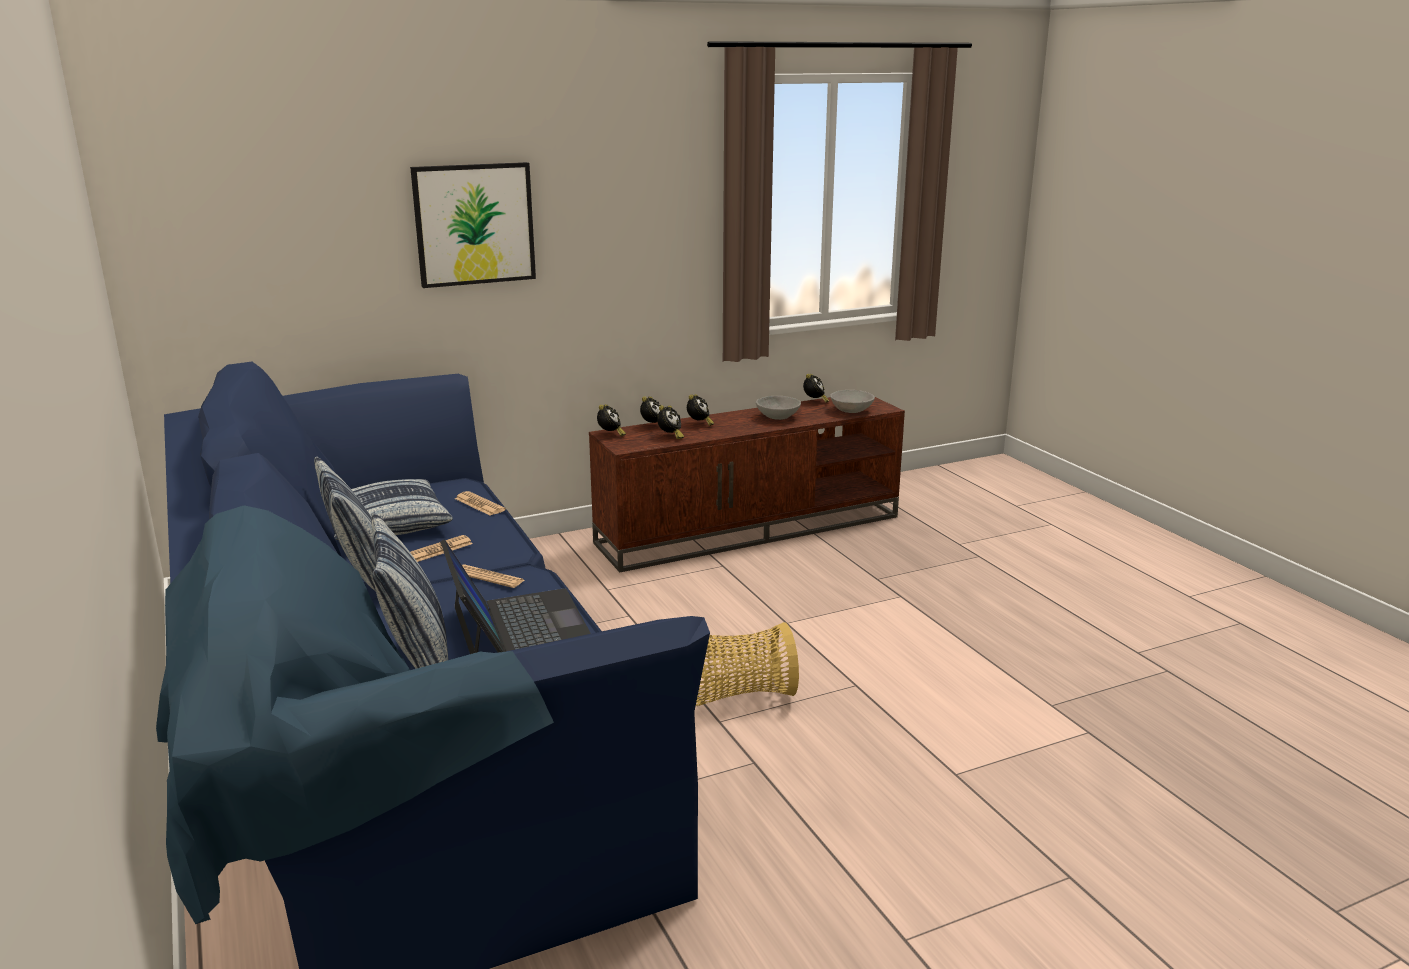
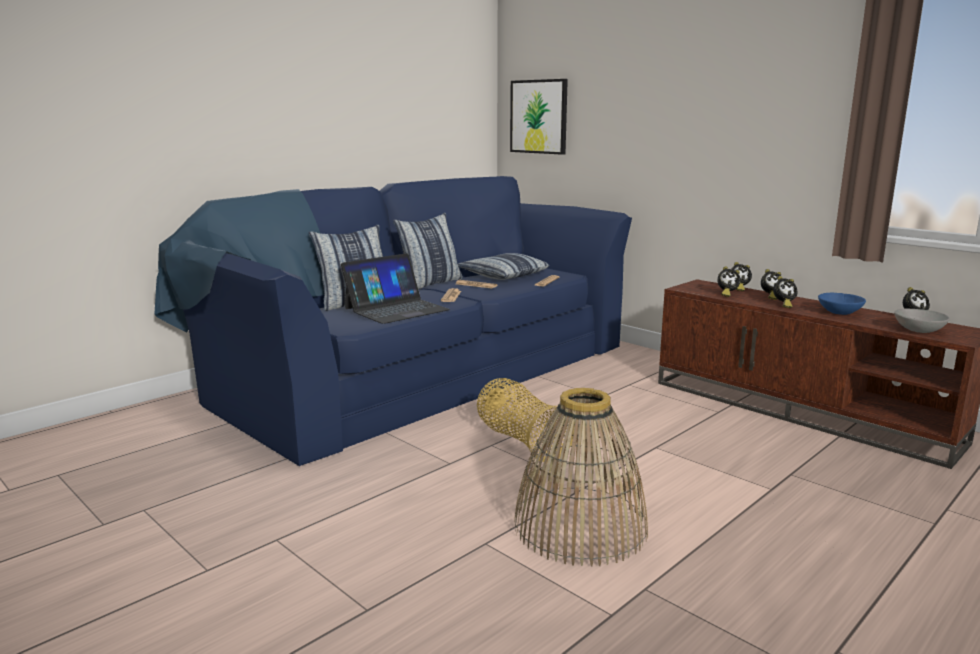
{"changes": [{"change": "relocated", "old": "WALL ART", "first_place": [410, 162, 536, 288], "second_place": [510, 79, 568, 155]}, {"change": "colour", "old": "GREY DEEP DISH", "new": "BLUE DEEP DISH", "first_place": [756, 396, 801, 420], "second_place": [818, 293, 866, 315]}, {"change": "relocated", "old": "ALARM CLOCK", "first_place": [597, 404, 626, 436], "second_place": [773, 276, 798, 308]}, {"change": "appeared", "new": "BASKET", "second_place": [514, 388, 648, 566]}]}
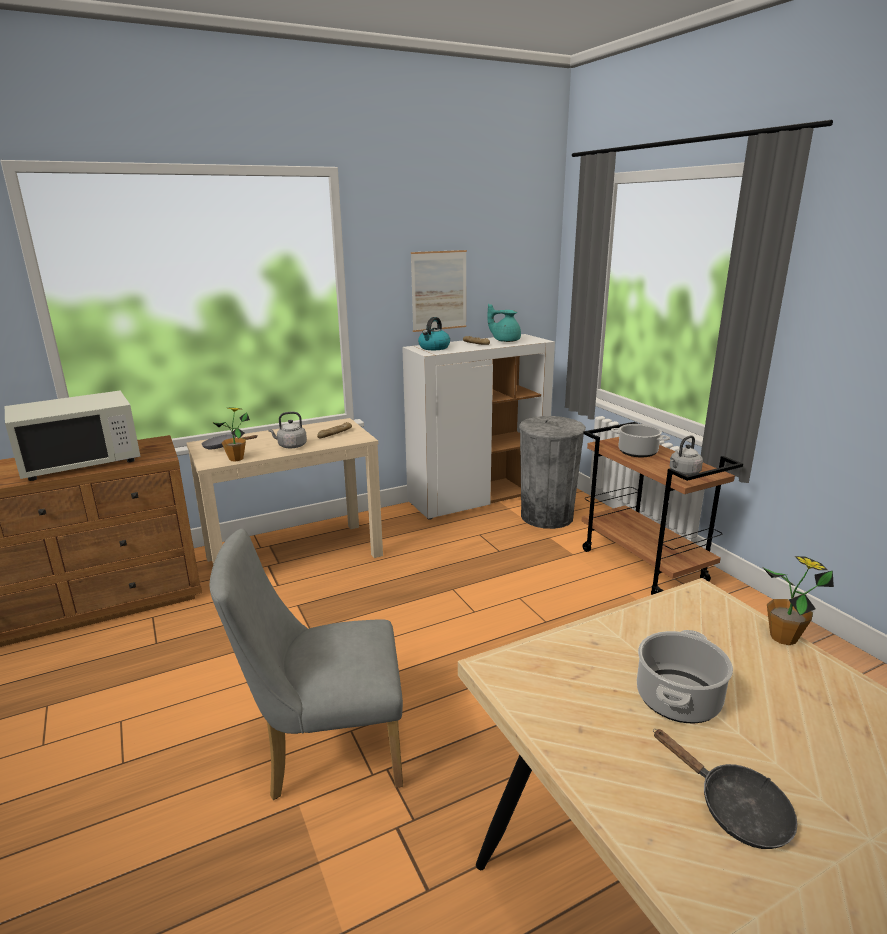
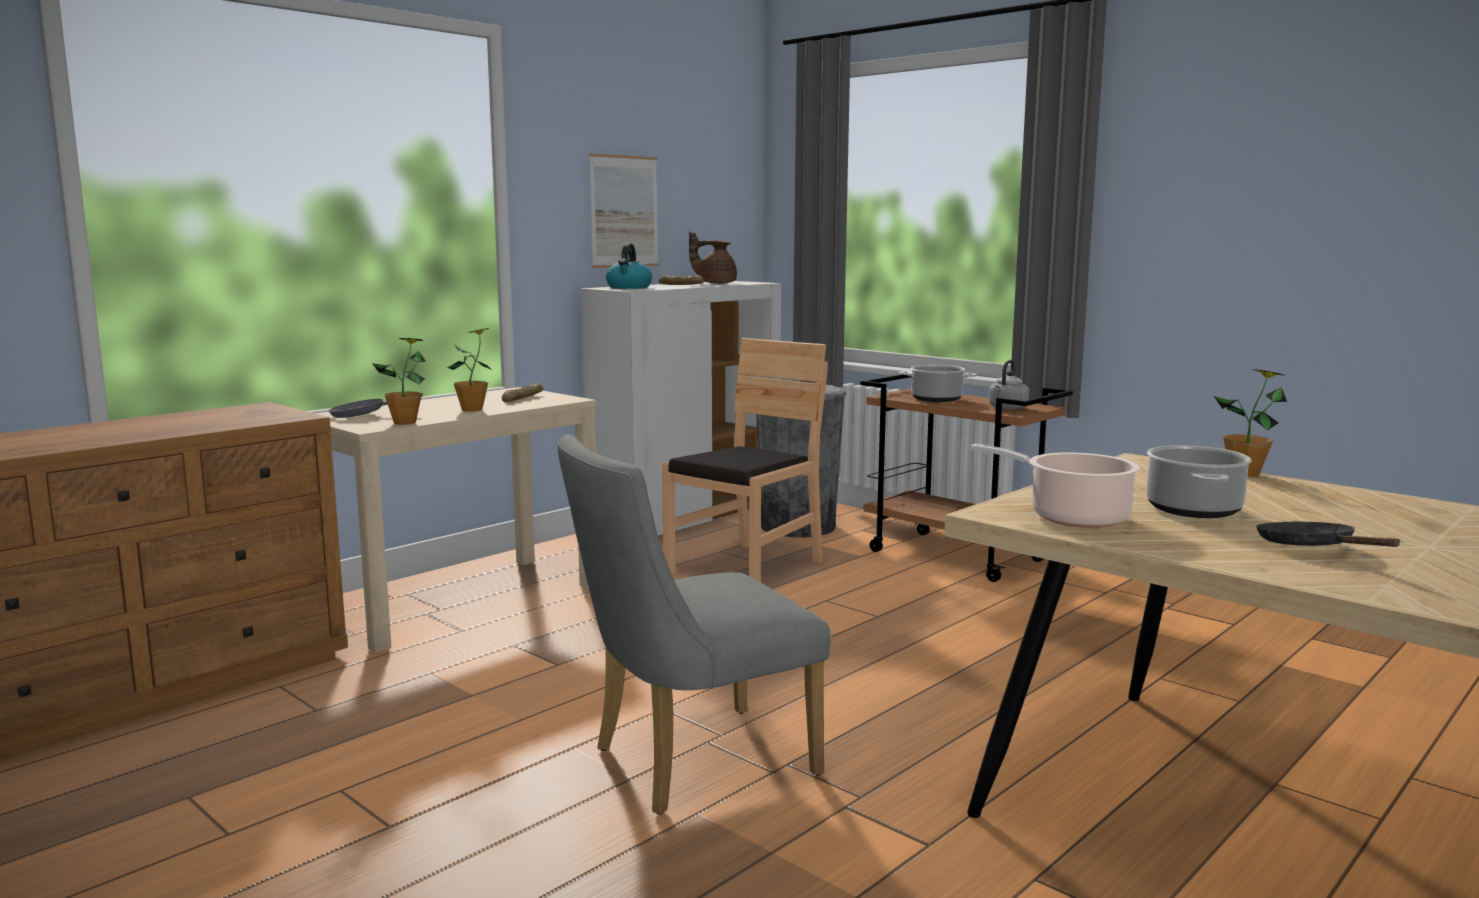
{"changes": [{"change": "colour", "old": "BLUE-GREEN POT FOR TEA", "new": "BROWN POT FOR TEA", "first_place": [487, 304, 521, 342], "second_place": [689, 231, 737, 284]}, {"change": "missing", "old": "WHITISH MICROWAVE", "first_place": [5, 391, 141, 481]}, {"change": "exchanged", "old": "GREY KETTLE", "new": "PLANT IN A POT", "first_place": [268, 412, 307, 448], "second_place": [448, 328, 492, 412]}, {"change": "spun", "old": "BLACK PAN", "first_place": [653, 729, 798, 849], "second_place": [1256, 522, 1401, 547], "degrees": -135}, {"change": "appeared", "new": "BROWN CHAIR", "second_place": [662, 338, 828, 582]}, {"change": "appeared", "new": "STOCKPOT", "second_place": [970, 444, 1140, 528]}]}
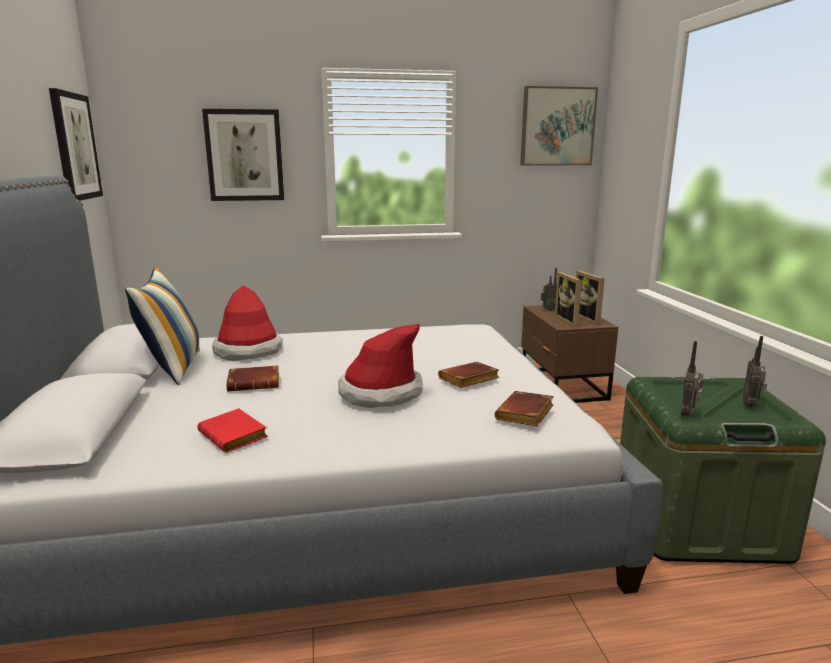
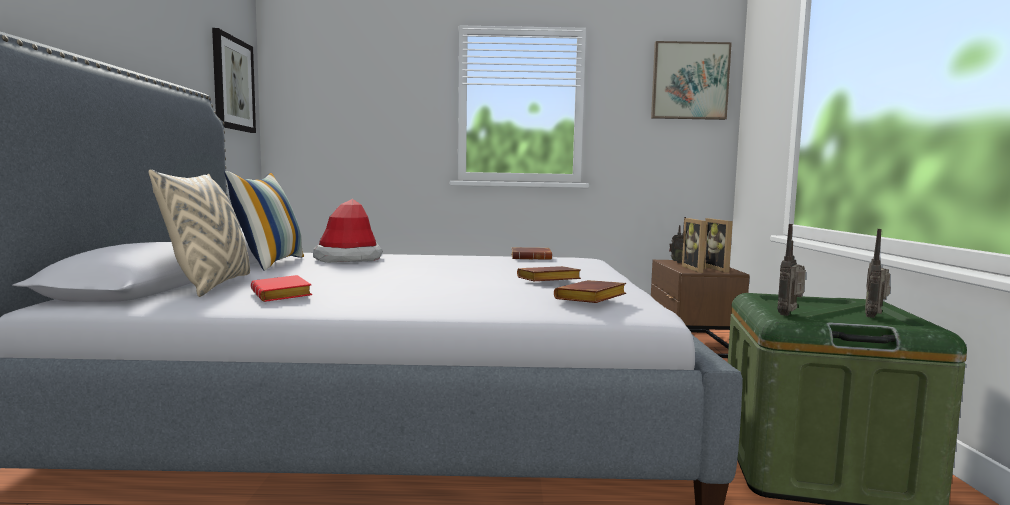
{"changes": [{"change": "missing", "old": "WALL ART", "first_place": [202, 109, 284, 201]}, {"change": "missing", "old": "CLOTHING HAT", "first_place": [338, 324, 423, 408]}, {"change": "relocated", "old": "BROWN BOOK", "first_place": [226, 365, 279, 392], "second_place": [511, 247, 552, 260]}, {"change": "appeared", "new": "SAND-COLOURED PILLOW", "second_place": [148, 169, 250, 297]}]}
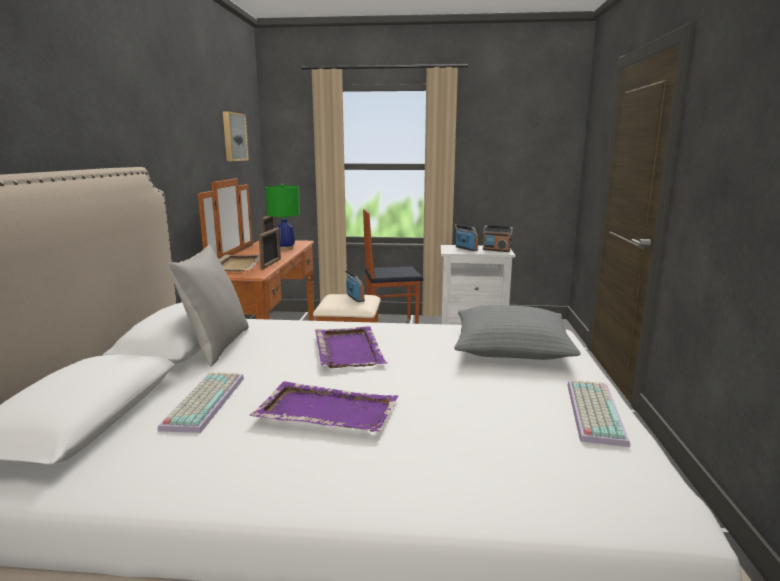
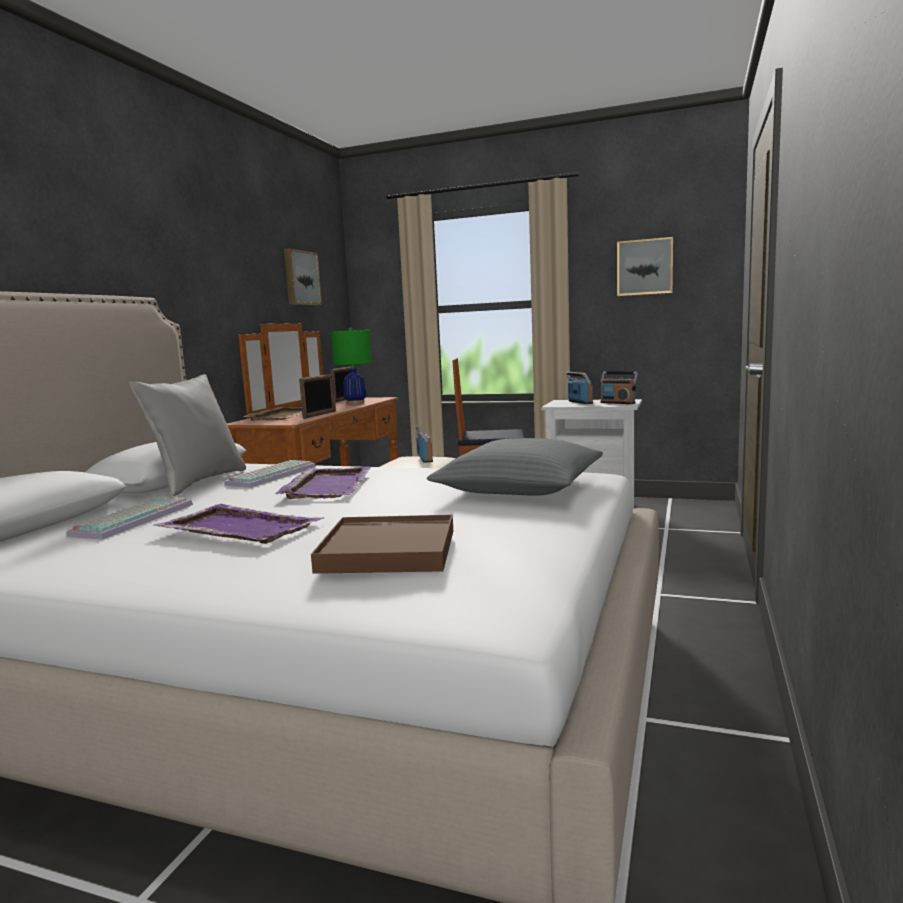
{"changes": [{"change": "relocated", "old": "KEYBOARD", "first_place": [568, 380, 630, 447], "second_place": [224, 460, 316, 488]}, {"change": "appeared", "new": "WALL ART", "second_place": [617, 237, 673, 296]}, {"change": "appeared", "new": "BROWN SERVING TRAY", "second_place": [311, 515, 453, 574]}]}
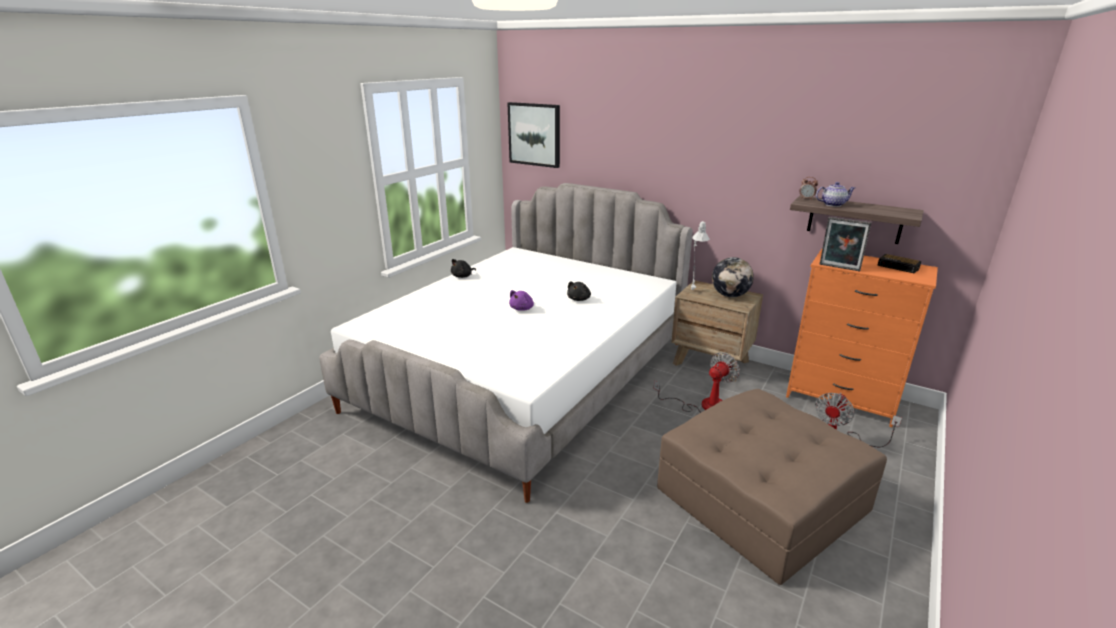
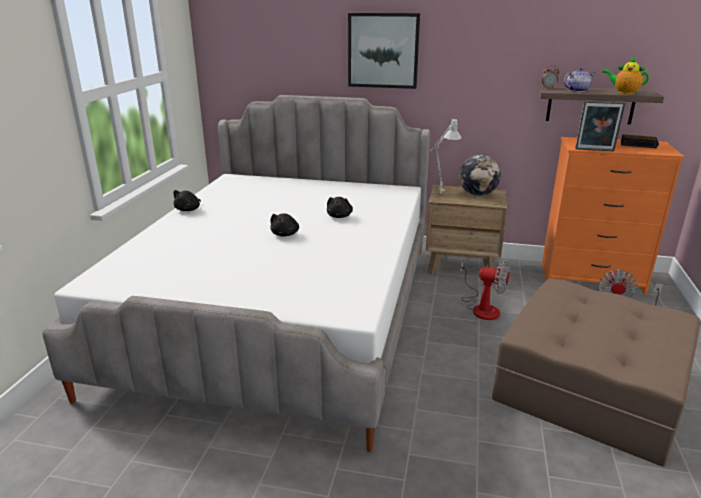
{"changes": [{"change": "relocated", "old": "WALL ART", "first_place": [507, 102, 560, 168], "second_place": [348, 13, 420, 89]}, {"change": "colour", "old": "PURPLE PLUSH TOY", "new": "BLACK PLUSH TOY", "first_place": [509, 290, 534, 311], "second_place": [270, 213, 299, 236]}, {"change": "spun", "old": "FAN", "first_place": [654, 352, 740, 413], "second_place": [461, 261, 510, 320], "degrees": 90}, {"change": "appeared", "new": "POT FOR TEA", "second_place": [602, 57, 649, 94]}]}
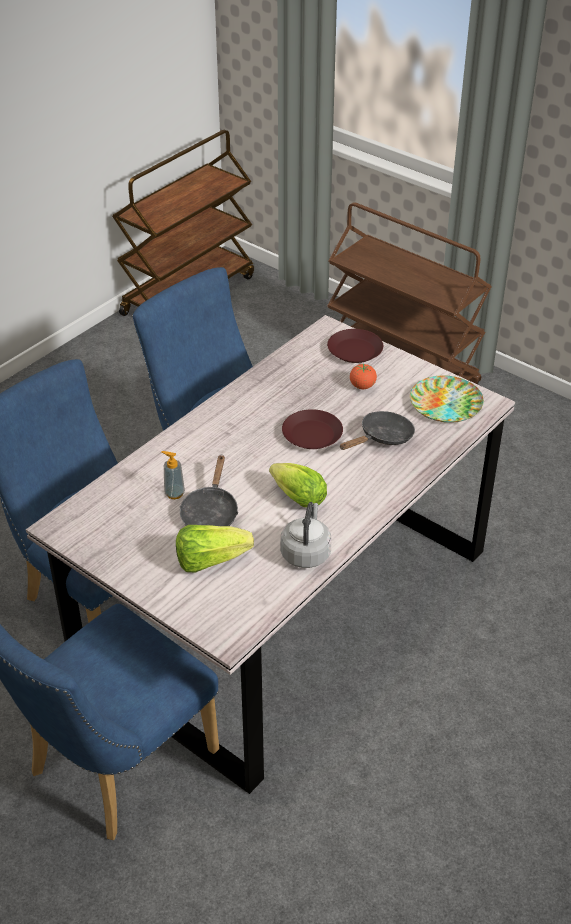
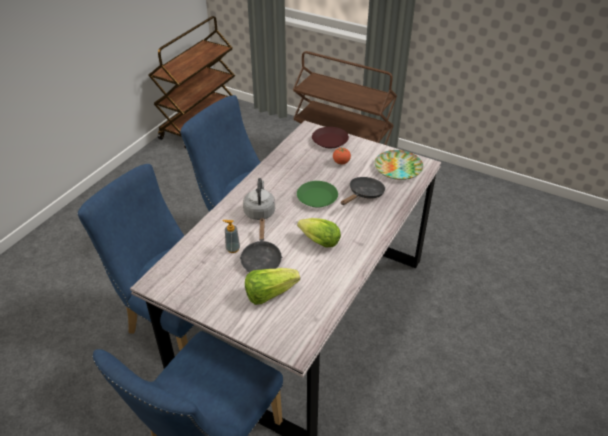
{"changes": [{"change": "colour", "old": "BROWN FLAT DISH", "new": "GREENISH FLAT DISH", "first_place": [282, 409, 343, 449], "second_place": [297, 181, 338, 208]}, {"change": "relocated", "old": "GREY KETTLE", "first_place": [281, 502, 331, 568], "second_place": [243, 178, 275, 220]}]}
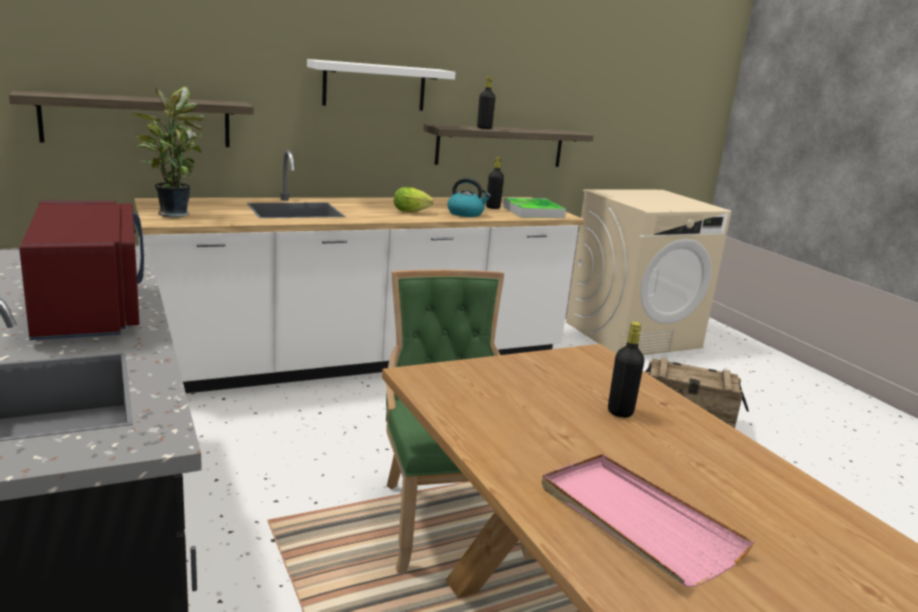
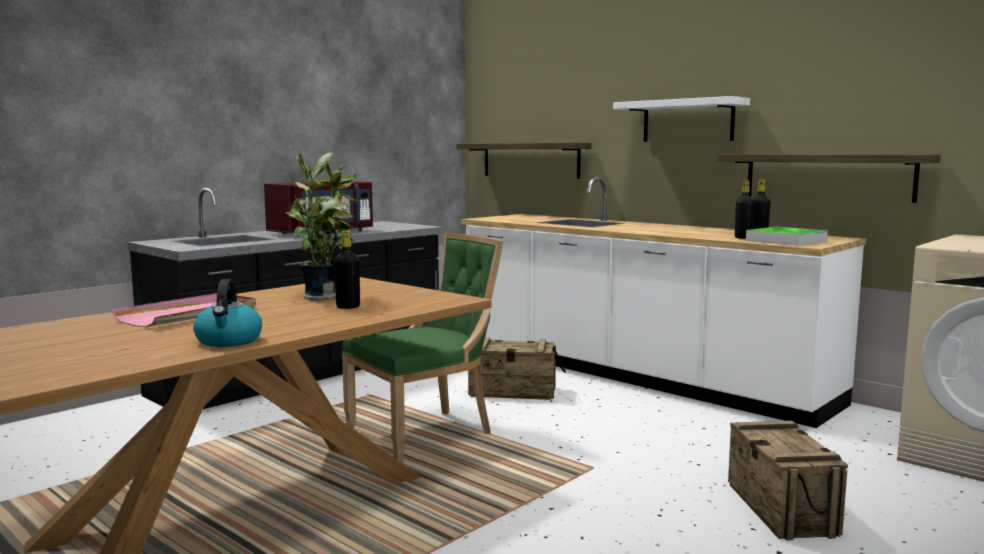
{"changes": [{"change": "relocated", "old": "BLACK DRINK BOTTLE", "first_place": [477, 76, 496, 129], "second_place": [735, 180, 755, 239]}, {"change": "relocated", "old": "PLANT IN A POT", "first_place": [132, 87, 205, 218], "second_place": [285, 152, 360, 299]}, {"change": "relocated", "old": "KETTLE", "first_place": [447, 178, 491, 217], "second_place": [193, 279, 262, 347]}, {"change": "missing", "old": "HEAD OF LETTUCE", "first_place": [394, 187, 434, 212]}, {"change": "appeared", "new": "SHIPPING CRATE", "second_place": [468, 338, 566, 400]}]}
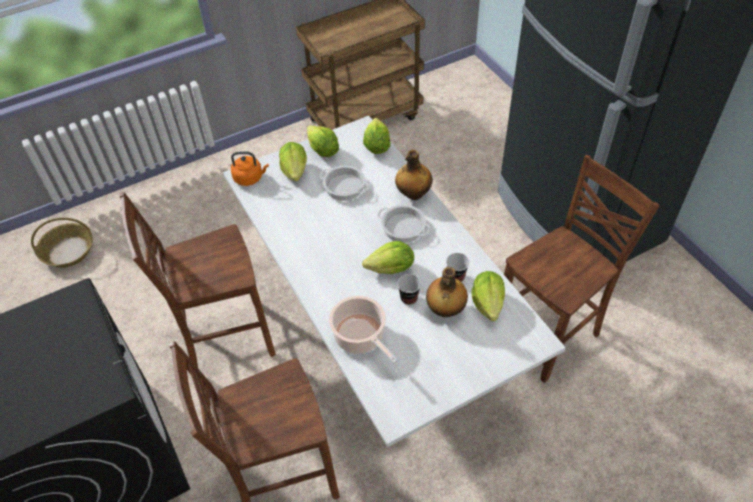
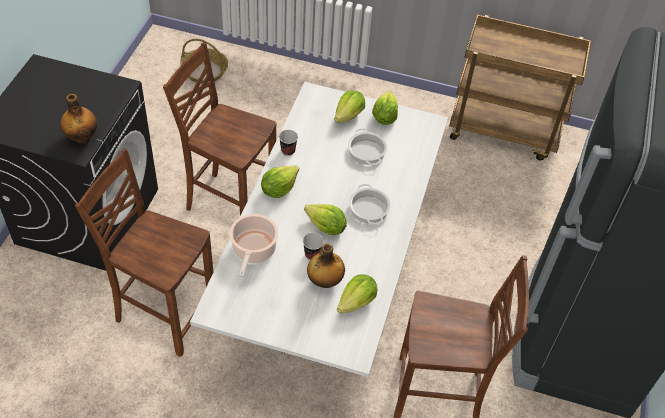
{"changes": [{"change": "relocated", "old": "HEAD OF LETTUCE", "first_place": [363, 118, 391, 154], "second_place": [261, 165, 299, 198]}, {"change": "relocated", "old": "DRINK BOTTLE", "first_place": [395, 150, 433, 200], "second_place": [60, 94, 97, 144]}, {"change": "missing", "old": "ORANGEY KETTLE", "first_place": [231, 151, 269, 186]}, {"change": "relocated", "old": "DRINKING CUP", "first_place": [446, 253, 469, 282], "second_place": [279, 130, 298, 156]}]}
